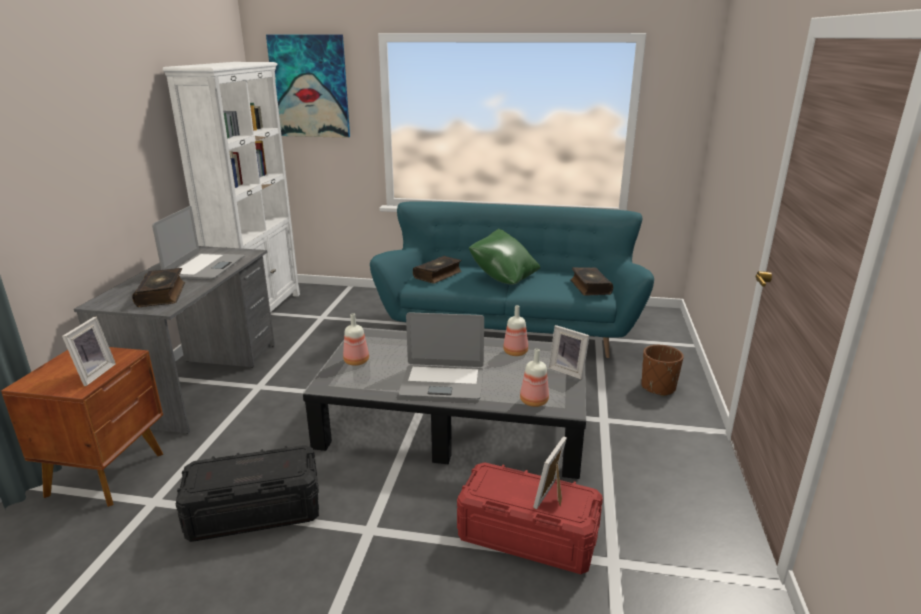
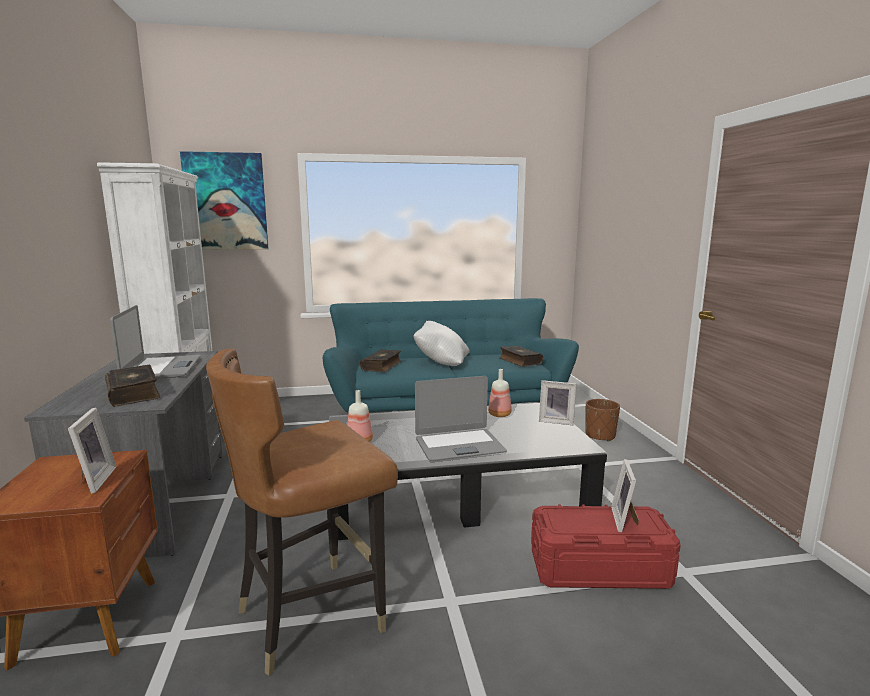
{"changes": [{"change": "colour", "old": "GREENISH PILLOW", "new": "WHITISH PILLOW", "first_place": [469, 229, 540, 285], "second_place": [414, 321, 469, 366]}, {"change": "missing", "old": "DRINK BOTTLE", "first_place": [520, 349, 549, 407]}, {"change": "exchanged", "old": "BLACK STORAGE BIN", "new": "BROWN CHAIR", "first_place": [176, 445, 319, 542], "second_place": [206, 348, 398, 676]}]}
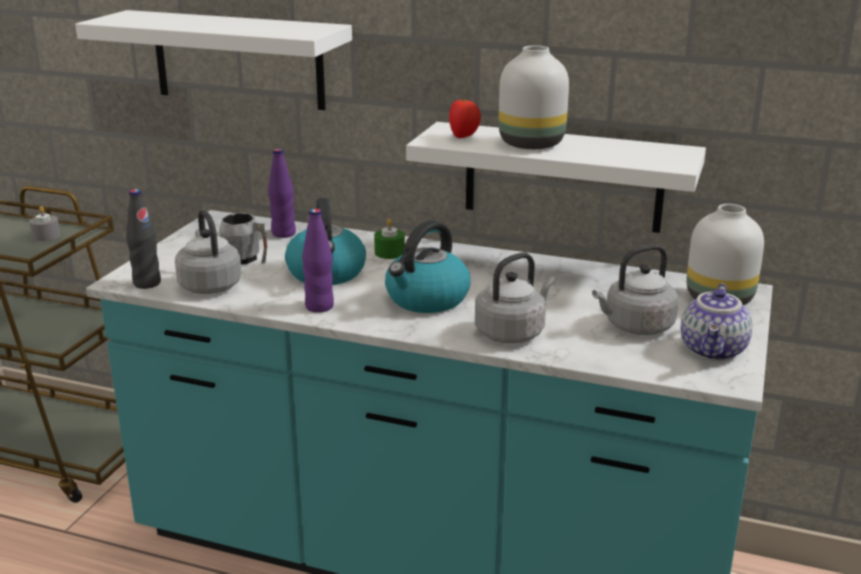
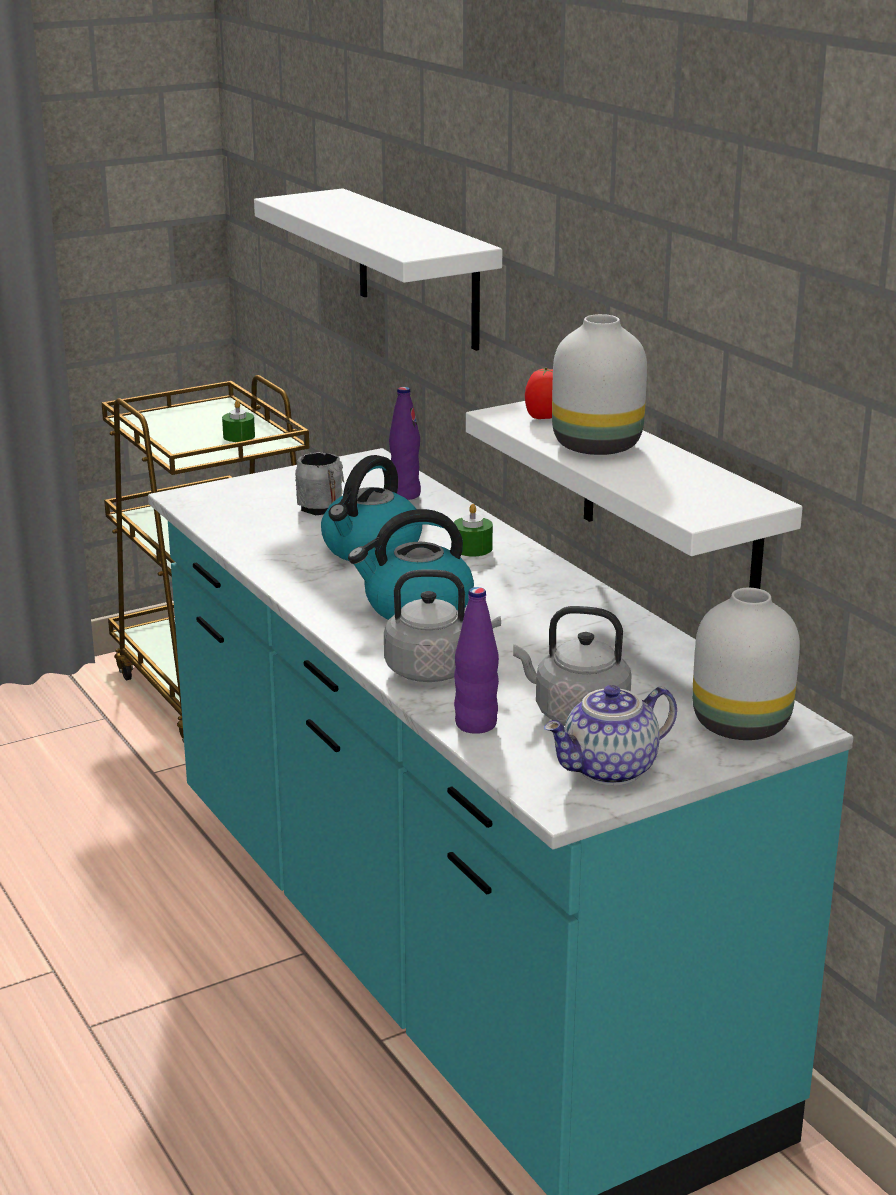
{"changes": [{"change": "missing", "old": "BLACK DRINK BOTTLE", "first_place": [126, 189, 161, 289]}, {"change": "colour", "old": "GREY WAX LIGHT", "new": "GREENISH WAX LIGHT", "first_place": [29, 206, 60, 241], "second_place": [222, 400, 255, 442]}, {"change": "missing", "old": "GREY KETTLE", "first_place": [175, 209, 242, 294]}, {"change": "relocated", "old": "PURPLE DRINK BOTTLE", "first_place": [302, 209, 334, 313], "second_place": [454, 587, 499, 734]}]}
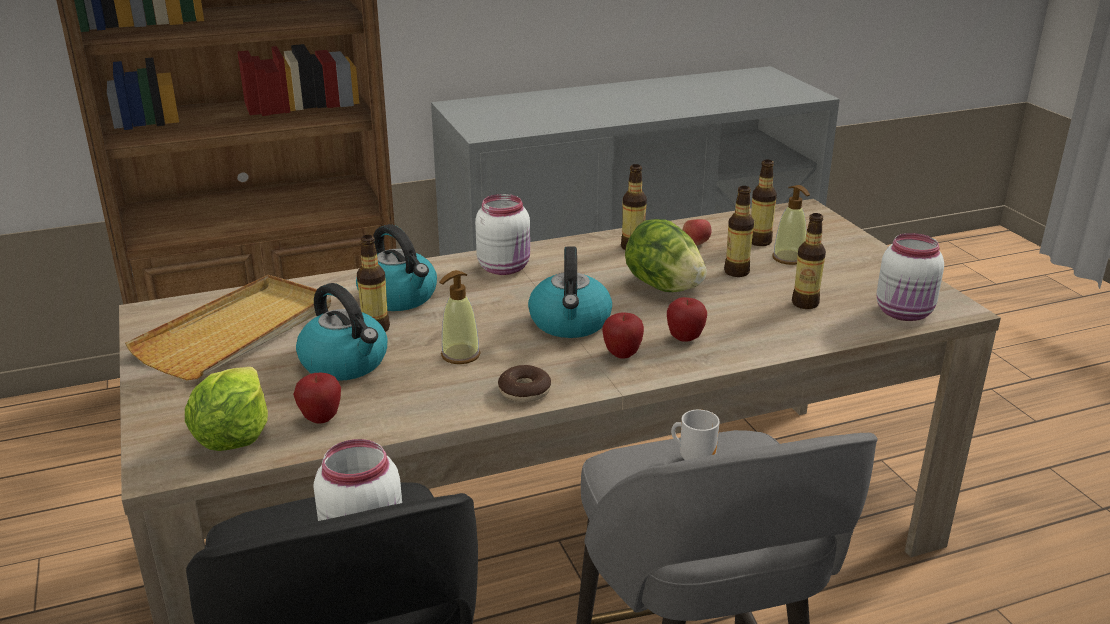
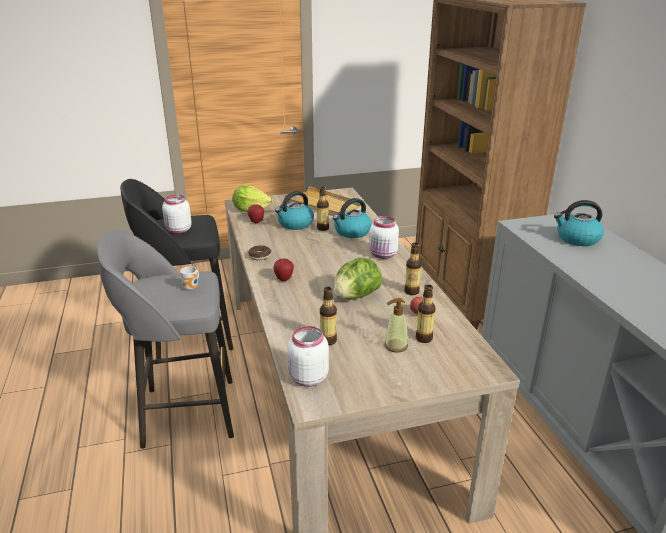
{"changes": [{"change": "missing", "old": "DRINK BOTTLE", "first_place": [724, 186, 754, 277]}, {"change": "relocated", "old": "KETTLE", "first_place": [528, 246, 612, 338], "second_place": [554, 200, 604, 246]}, {"change": "missing", "old": "SOAP DISPENSER", "first_place": [439, 270, 481, 364]}, {"change": "missing", "old": "APPLE", "first_place": [667, 297, 707, 342]}]}
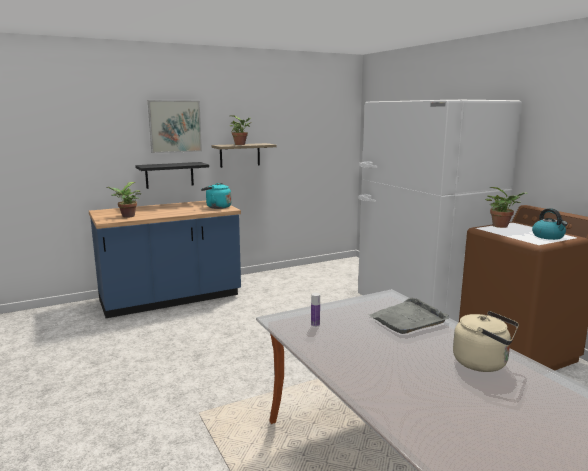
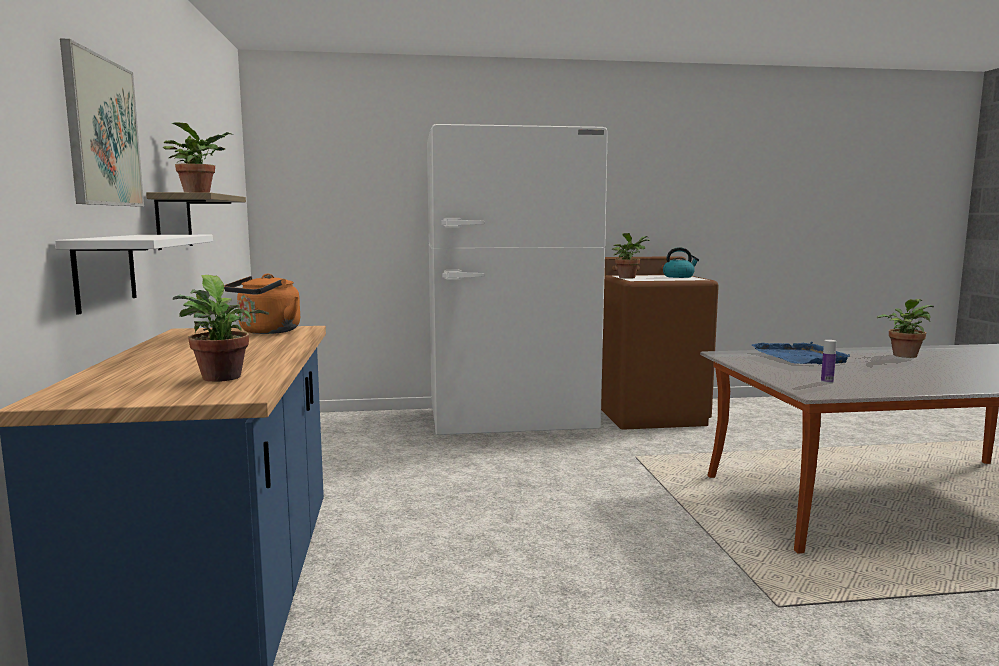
{"changes": [{"change": "colour", "old": "BLACK BRACKET SHELF", "new": "WHITISH BRACKET SHELF", "first_place": [135, 162, 209, 189], "second_place": [55, 235, 213, 315]}, {"change": "colour", "old": "BLUE-GREEN KETTLE", "new": "ORANGEY KETTLE", "first_place": [201, 183, 232, 209], "second_place": [224, 274, 300, 334]}, {"change": "colour", "old": "GREY SERVING TRAY", "new": "BLUE SERVING TRAY", "first_place": [369, 297, 449, 334], "second_place": [752, 342, 850, 364]}, {"change": "exchanged", "old": "SAND-COLOURED KETTLE", "new": "PLANT IN A POT", "first_place": [453, 311, 519, 372], "second_place": [877, 299, 934, 358]}]}
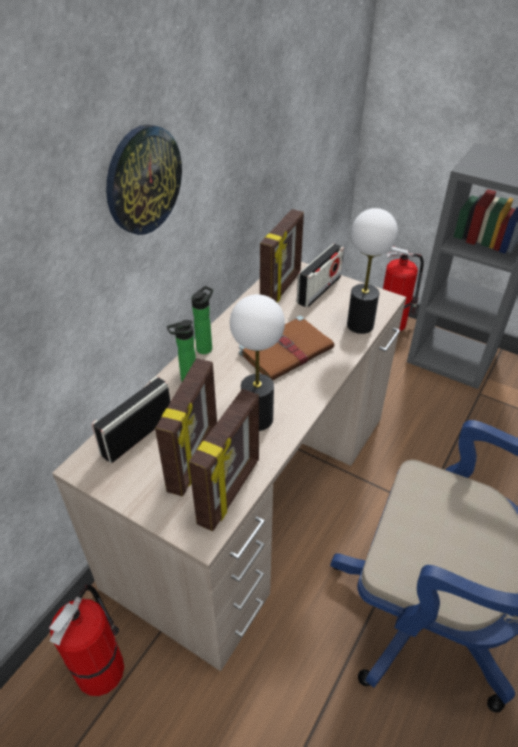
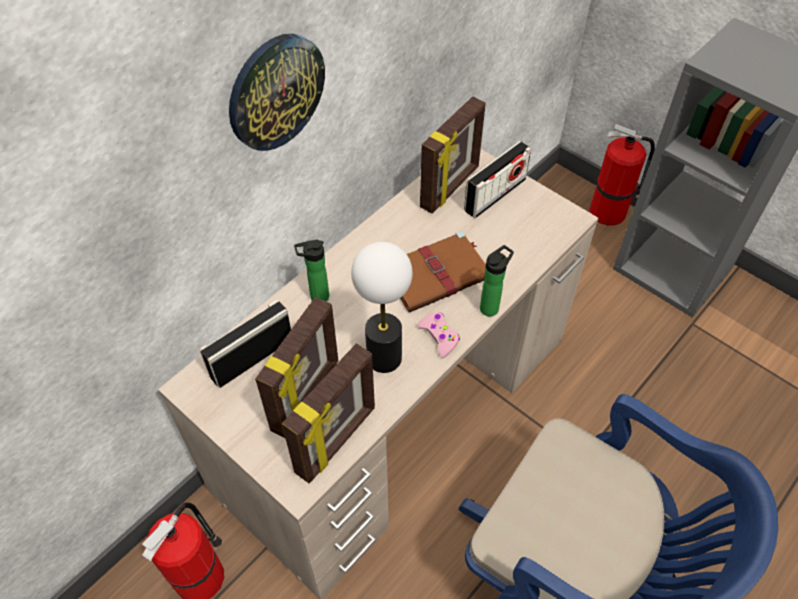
{"changes": [{"change": "missing", "old": "LAMP FOR A TABLE", "first_place": [347, 208, 398, 334]}, {"change": "relocated", "old": "DRINK BOTTLE", "first_place": [192, 286, 213, 354], "second_place": [480, 245, 514, 316]}, {"change": "appeared", "new": "PINK GAMEPAD", "second_place": [417, 312, 460, 358]}]}
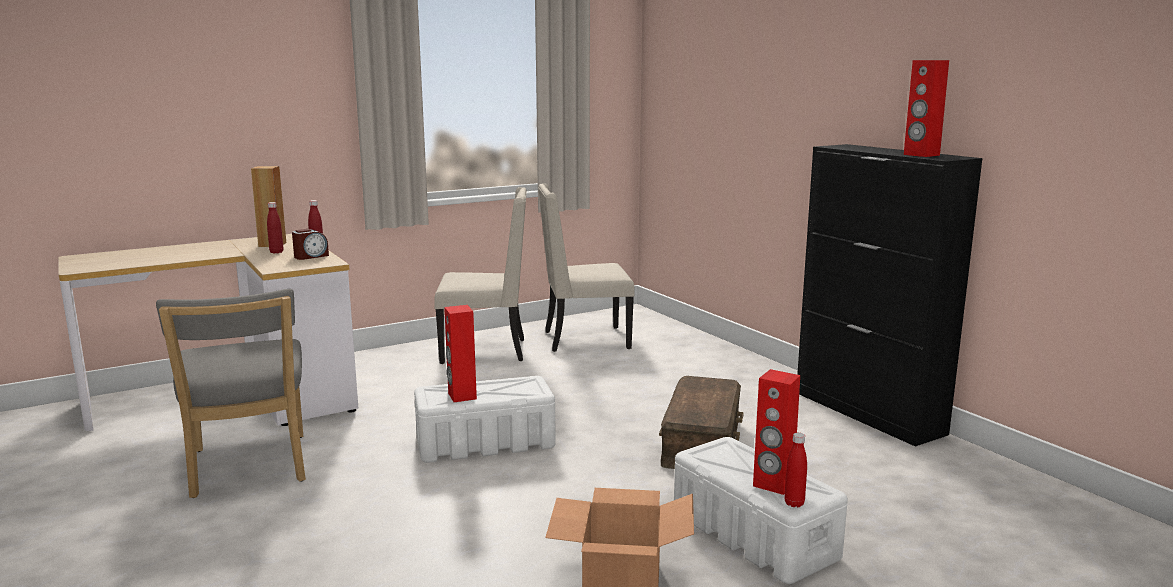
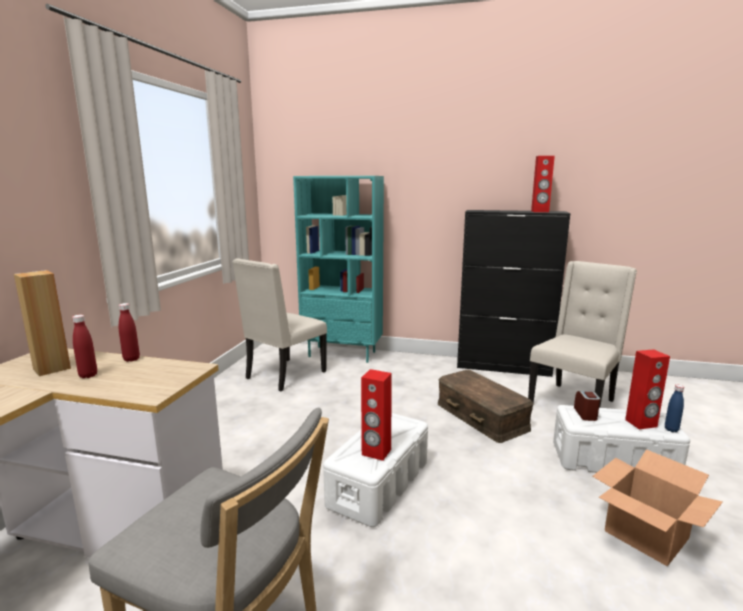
{"changes": [{"change": "relocated", "old": "SAND-COLOURED CHAIR", "first_place": [434, 187, 527, 364], "second_place": [528, 261, 637, 408]}, {"change": "relocated", "old": "ALARM CLOCK", "first_place": [292, 229, 329, 260], "second_place": [574, 391, 600, 421]}, {"change": "colour", "old": "RED-COLOURED DRINK BOTTLE", "new": "BLUE DRINK BOTTLE", "first_place": [784, 433, 807, 507], "second_place": [665, 385, 684, 432]}, {"change": "appeared", "new": "BLUE-GREEN BOOKSHELF", "second_place": [293, 176, 384, 363]}]}
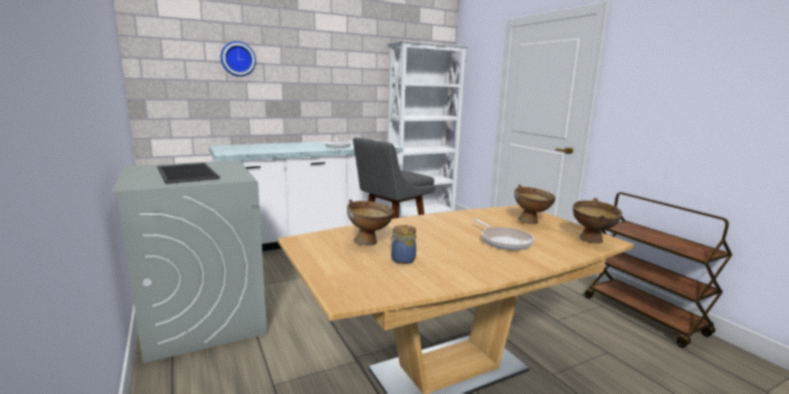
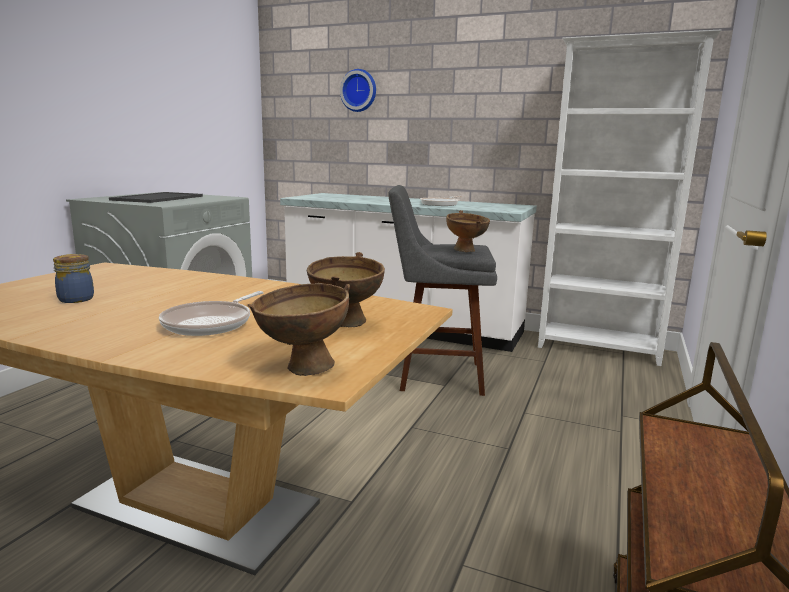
{"changes": [{"change": "relocated", "old": "BROWN DEEP DISH", "first_place": [347, 199, 395, 246], "second_place": [446, 210, 490, 252]}]}
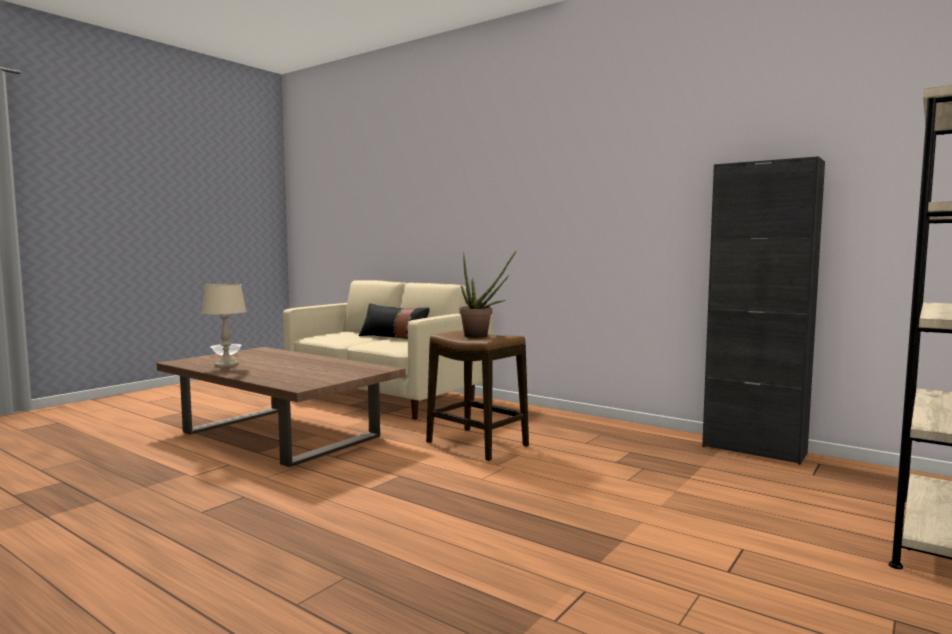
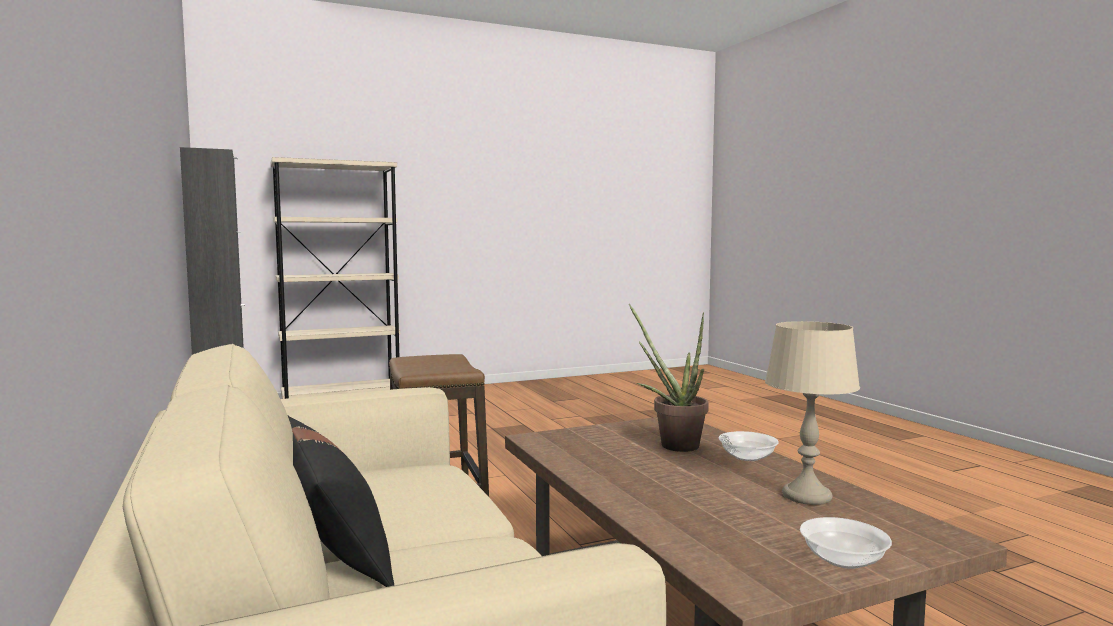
{"changes": [{"change": "relocated", "old": "PLANT IN A POT", "first_place": [459, 250, 517, 338], "second_place": [629, 304, 709, 452]}, {"change": "appeared", "new": "DEEP DISH", "second_place": [719, 431, 779, 461]}]}
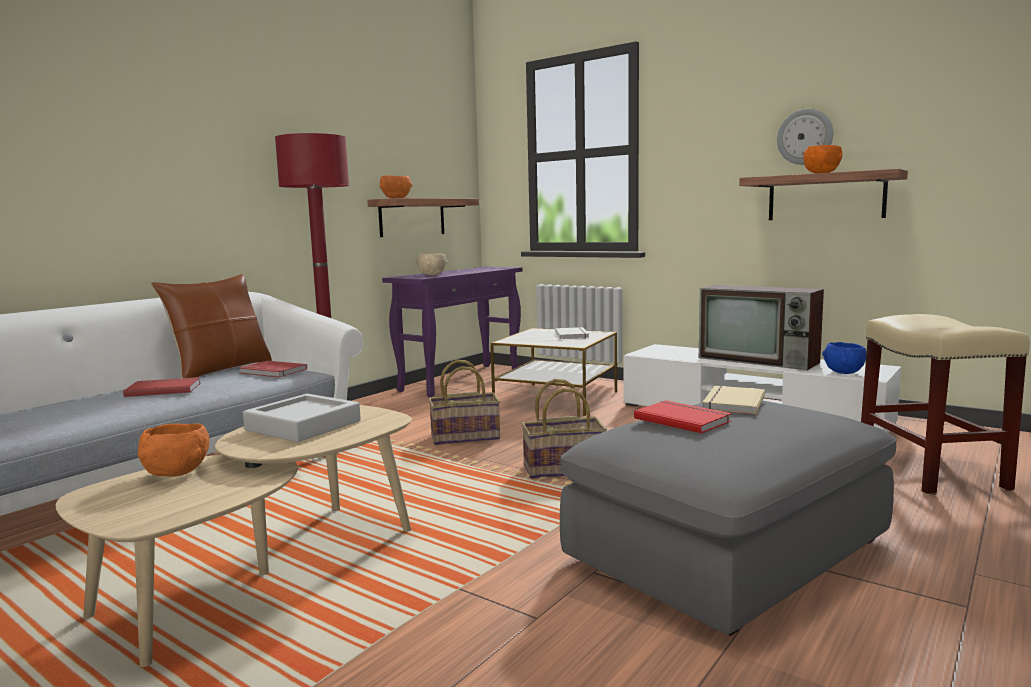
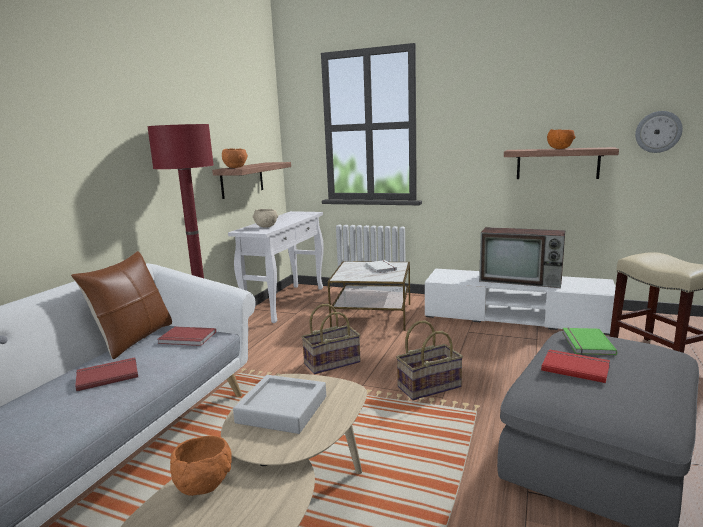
{"changes": [{"change": "relocated", "old": "HANGING CLOCK", "first_place": [777, 109, 833, 165], "second_place": [635, 111, 683, 153]}, {"change": "colour", "old": "PURPLE CONSOLE TABLE", "new": "WHITISH CONSOLE TABLE", "first_place": [382, 267, 523, 397], "second_place": [228, 211, 324, 323]}, {"change": "missing", "old": "BLUE DEEP DISH", "first_place": [822, 342, 866, 374]}, {"change": "colour", "old": "SAND-COLOURED BOOK", "new": "GREENISH BOOK", "first_place": [702, 386, 765, 414], "second_place": [562, 328, 617, 355]}]}
